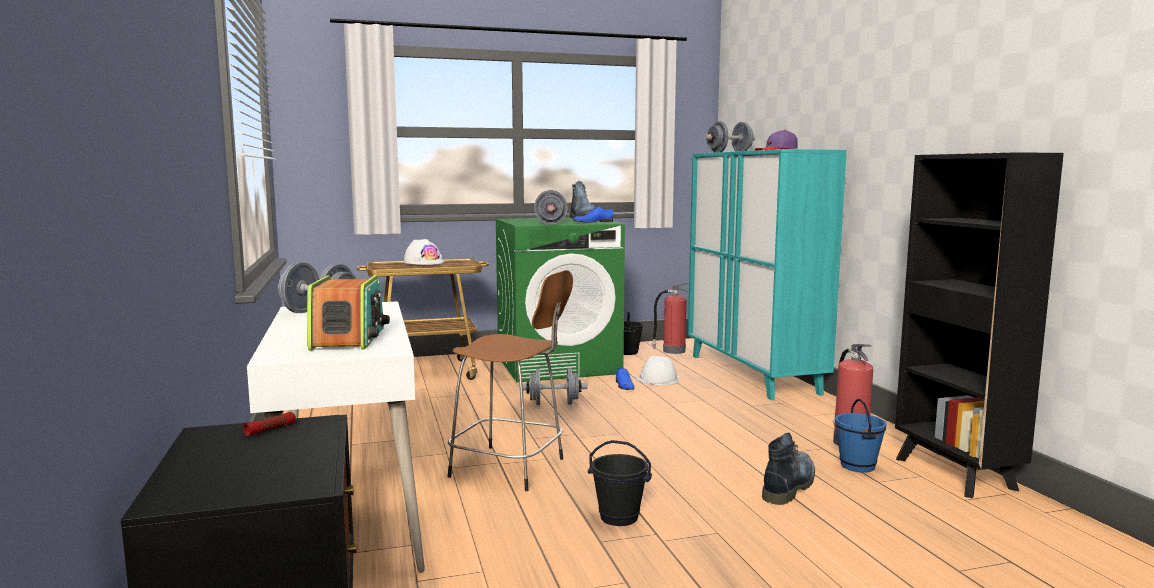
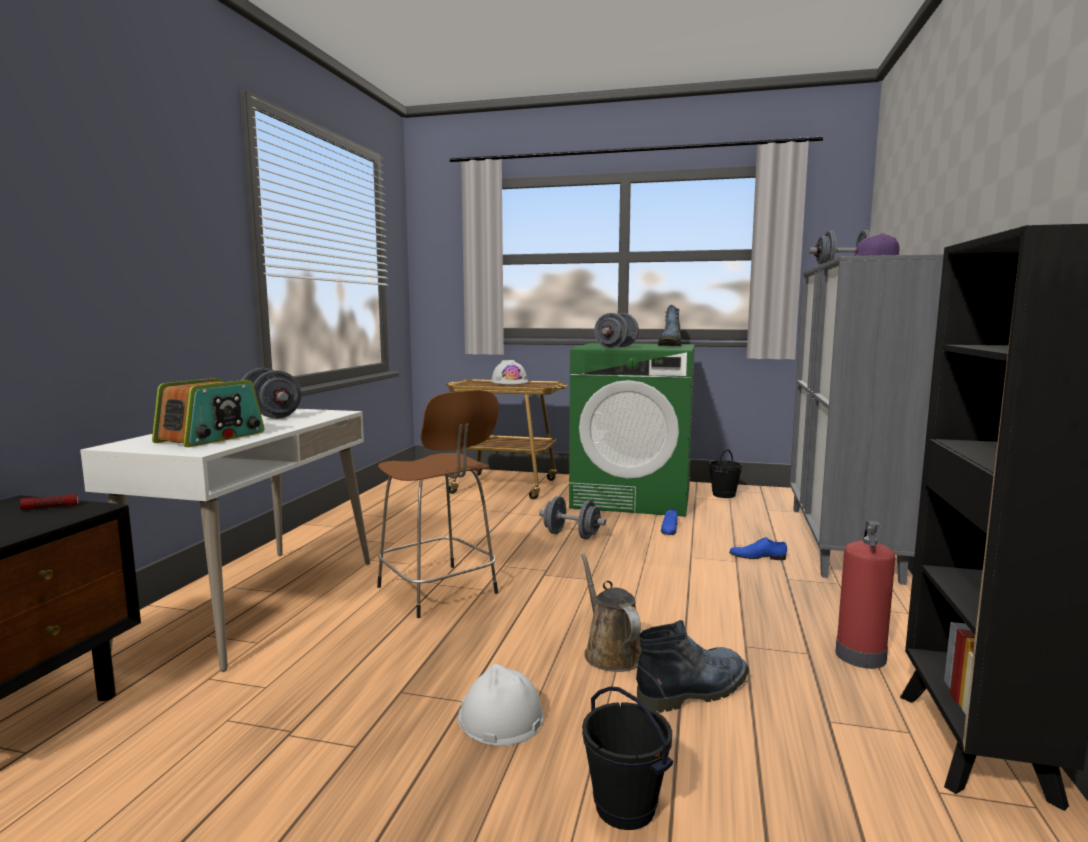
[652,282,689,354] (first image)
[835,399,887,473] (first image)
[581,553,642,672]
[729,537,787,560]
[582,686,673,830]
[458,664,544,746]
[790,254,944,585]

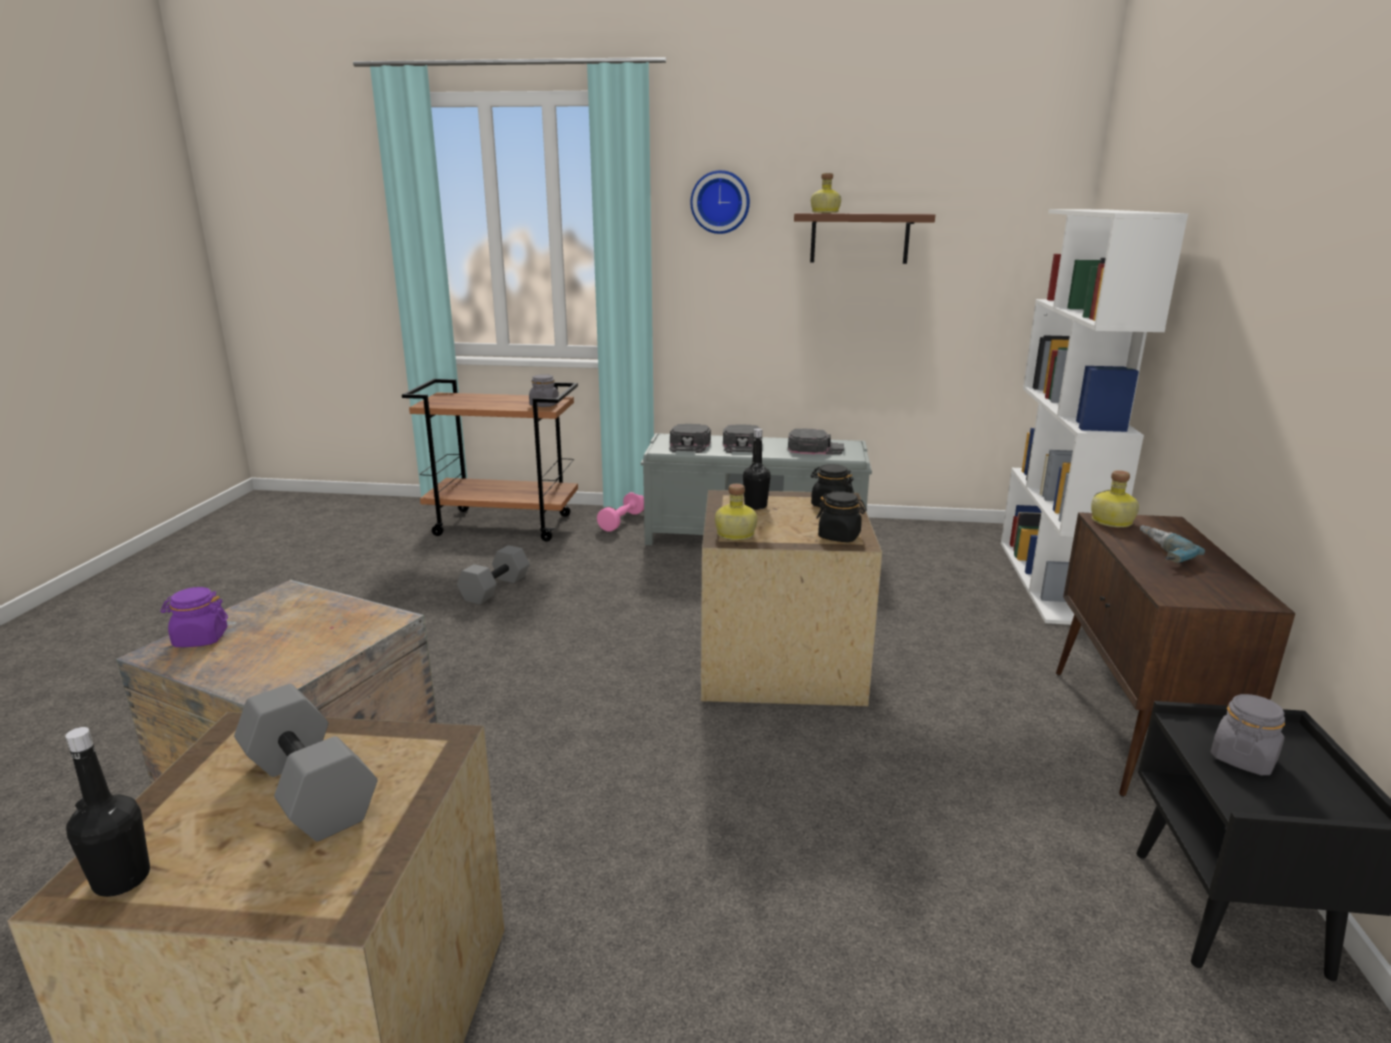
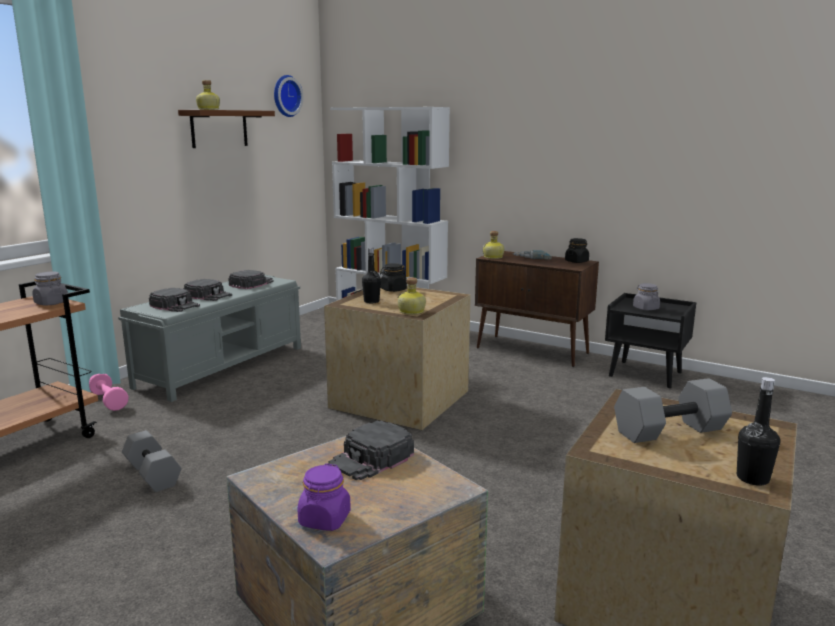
[328,421,414,480]
[274,75,303,117]
[565,238,589,263]

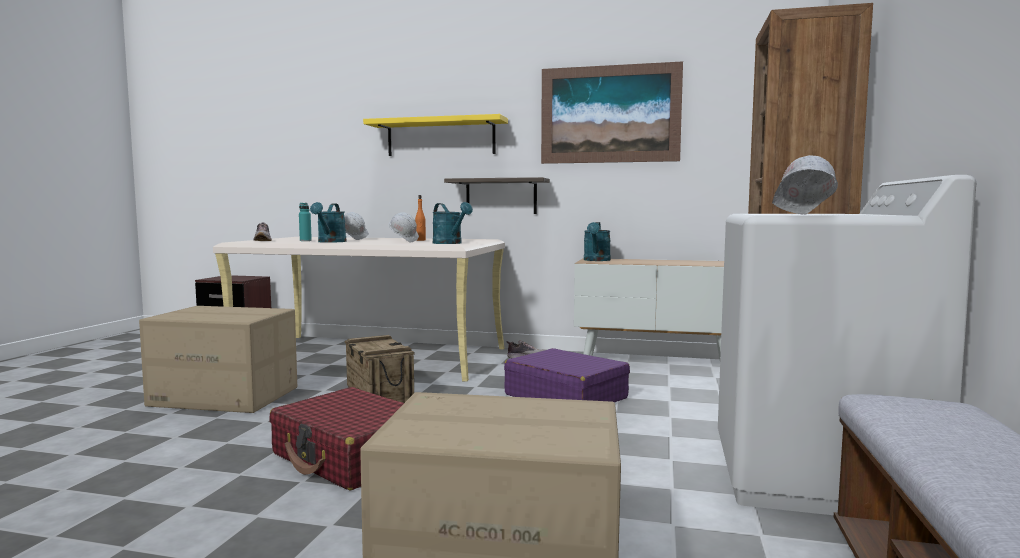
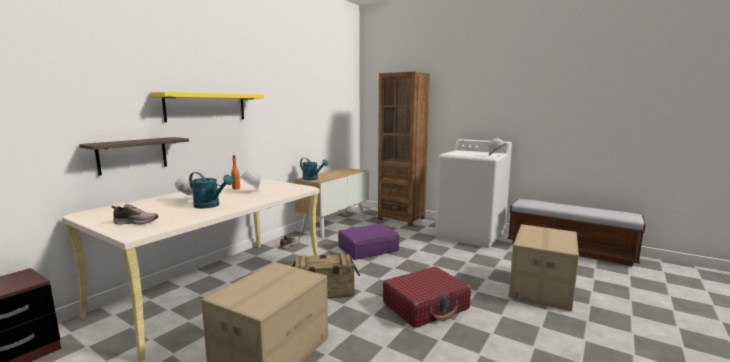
[299,203,312,241] (first image)
[433,202,473,244] (first image)
[541,61,683,164] (first image)
[79,137,189,176]

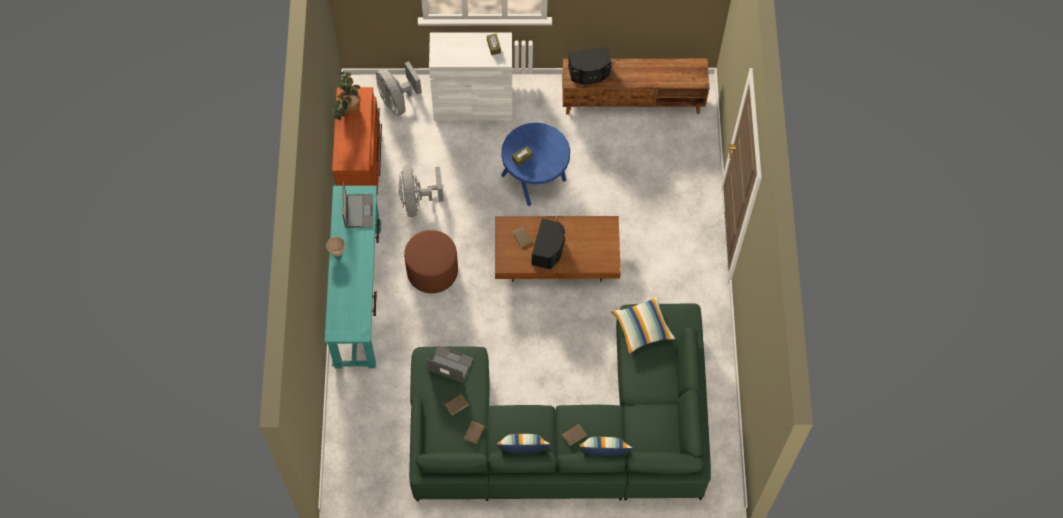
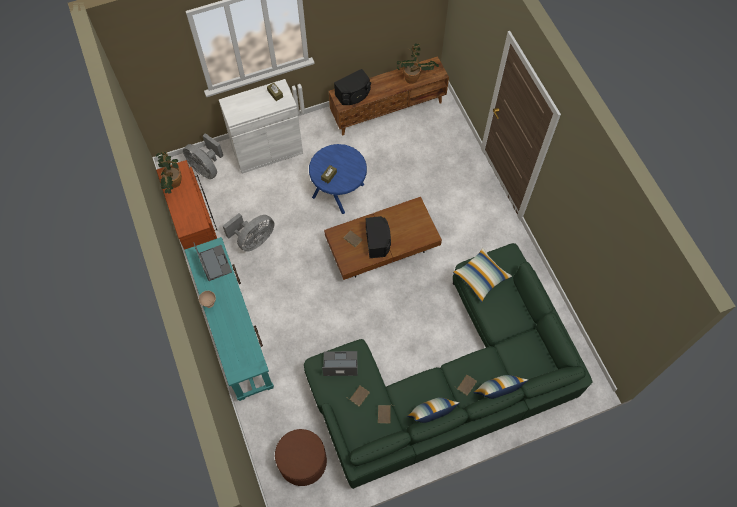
[397,43,438,84]
[275,429,327,486]
[223,213,274,252]

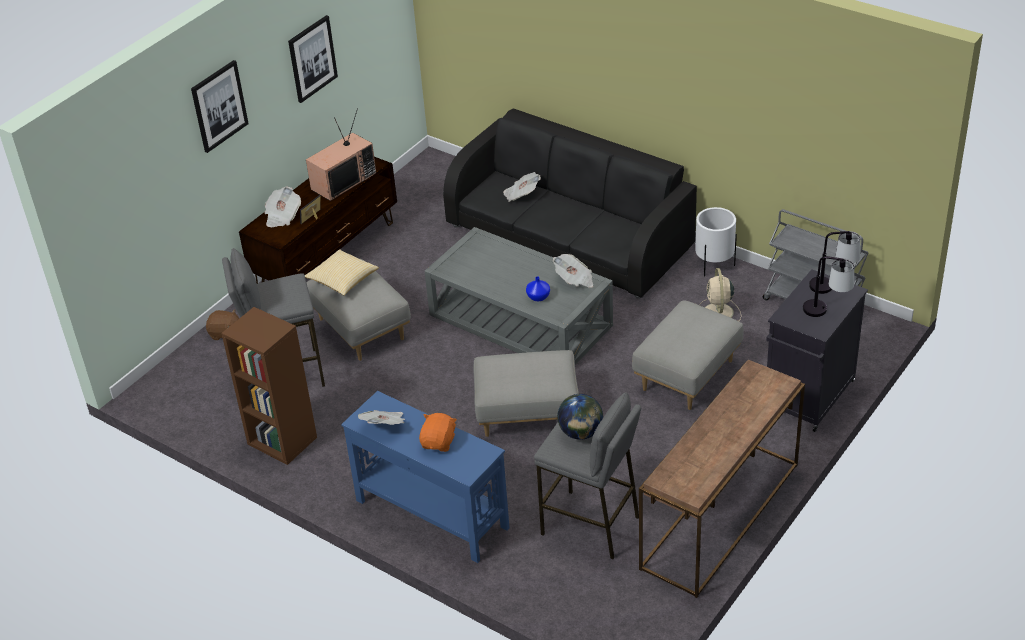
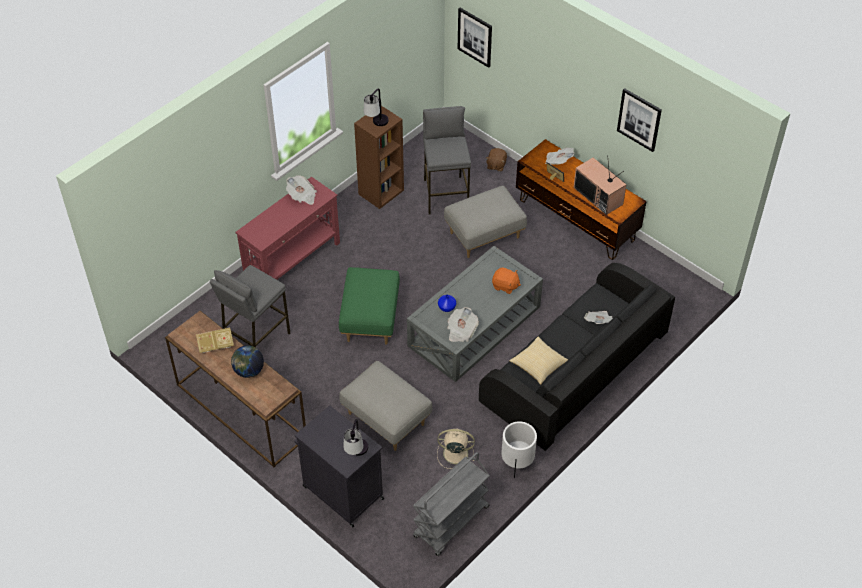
[196,328,234,353]
[458,8,492,68]
[509,337,568,385]
[492,267,521,294]
[231,345,264,378]
[363,88,389,126]
[236,177,340,280]
[339,267,400,344]

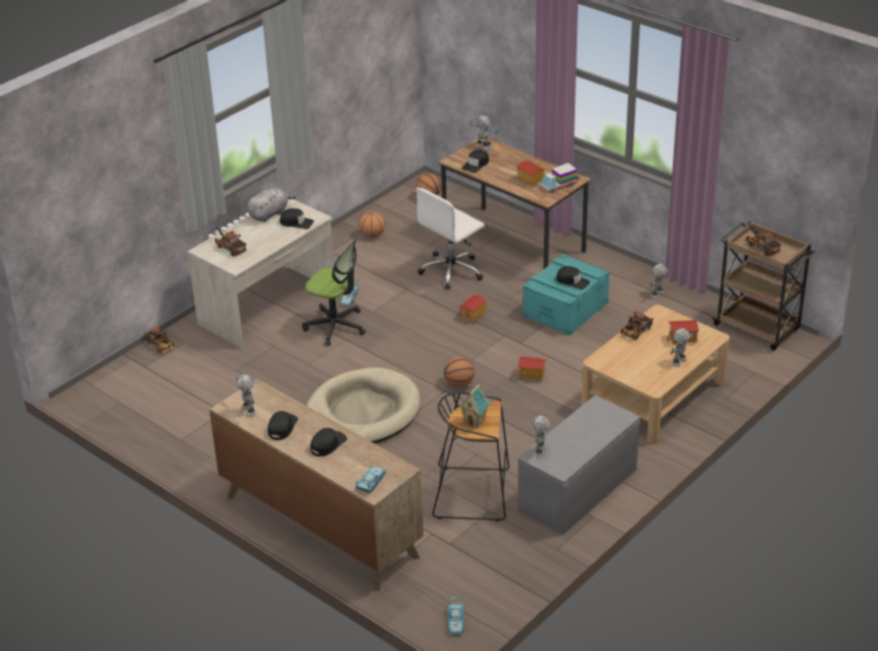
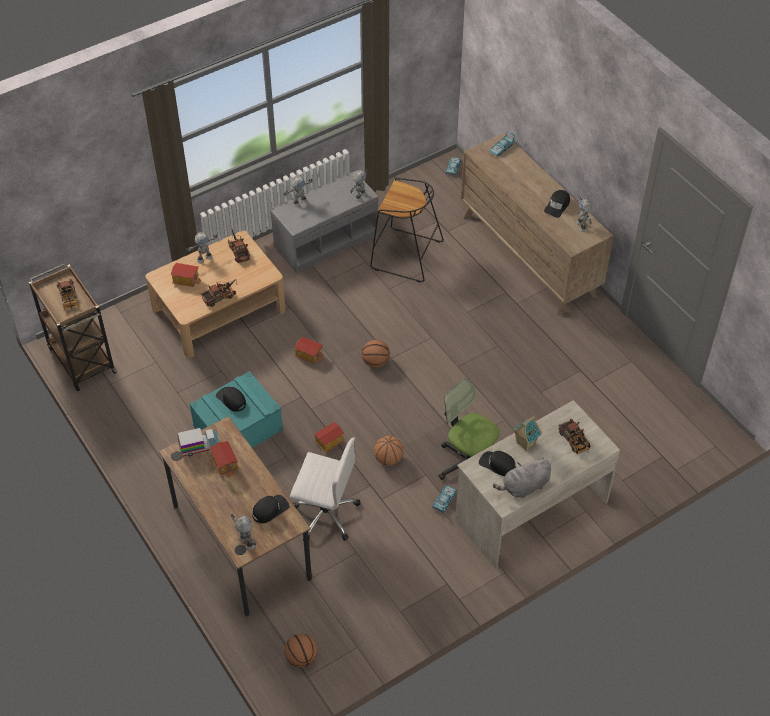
[306,367,421,444] (first image)
[311,428,347,457] (first image)
[228,230,250,263]
[374,436,403,466]
[513,416,542,451]
[283,176,313,207]
[290,437,361,541]

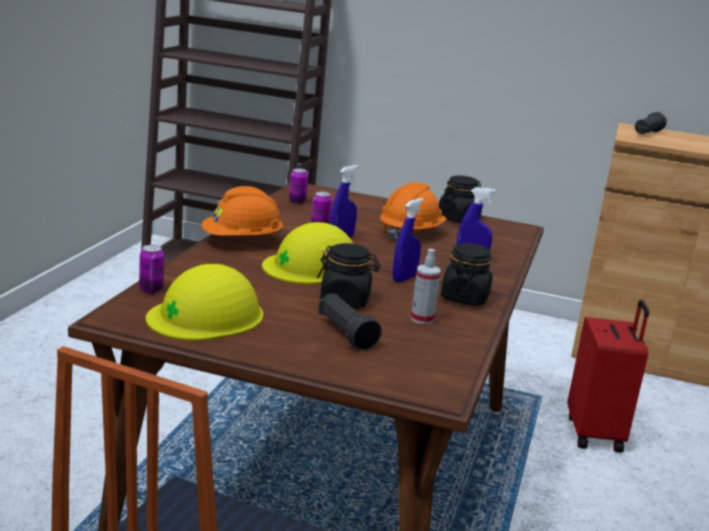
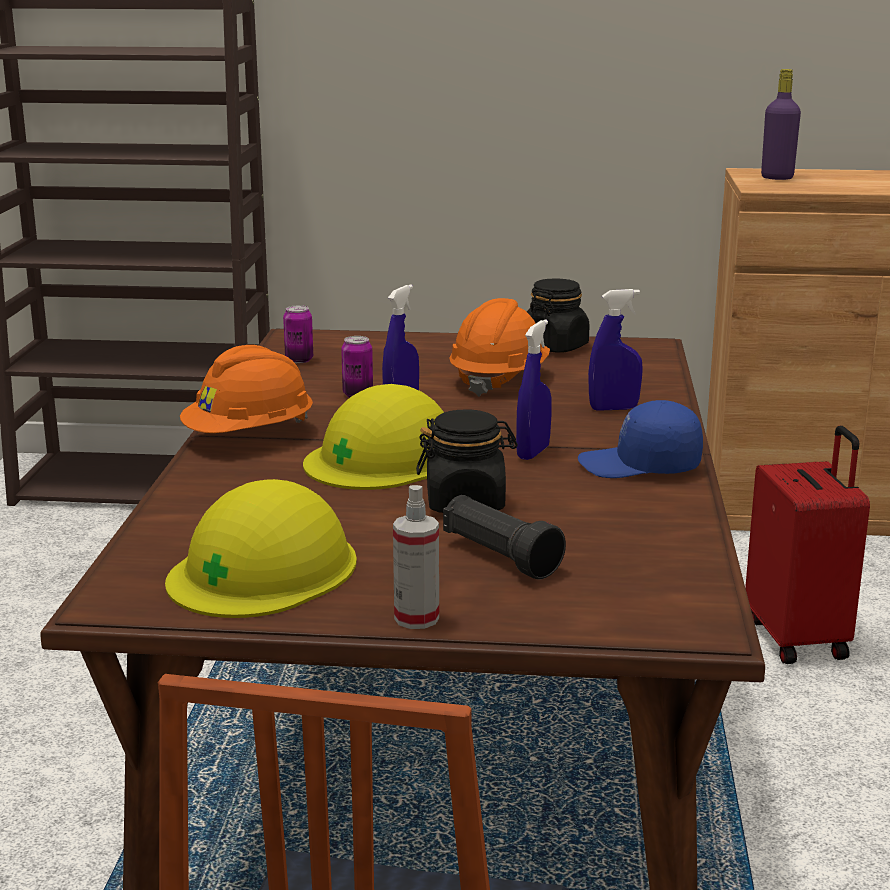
[139,245,164,293] (first image)
[393,485,439,629]
[578,400,703,478]
[761,69,801,180]

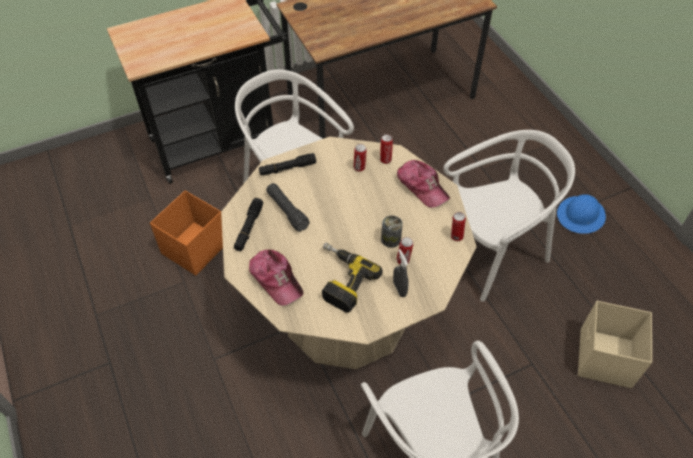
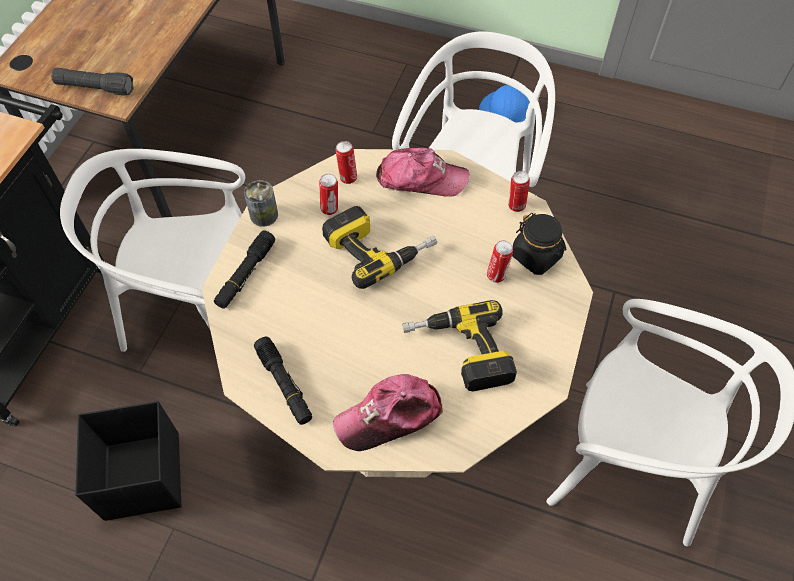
[393,249,409,297] (first image)
[578,301,652,388] (first image)
[322,206,437,289]
[512,213,566,275]
[51,68,133,96]
[244,180,278,227]
[75,401,182,521]
[333,374,443,451]

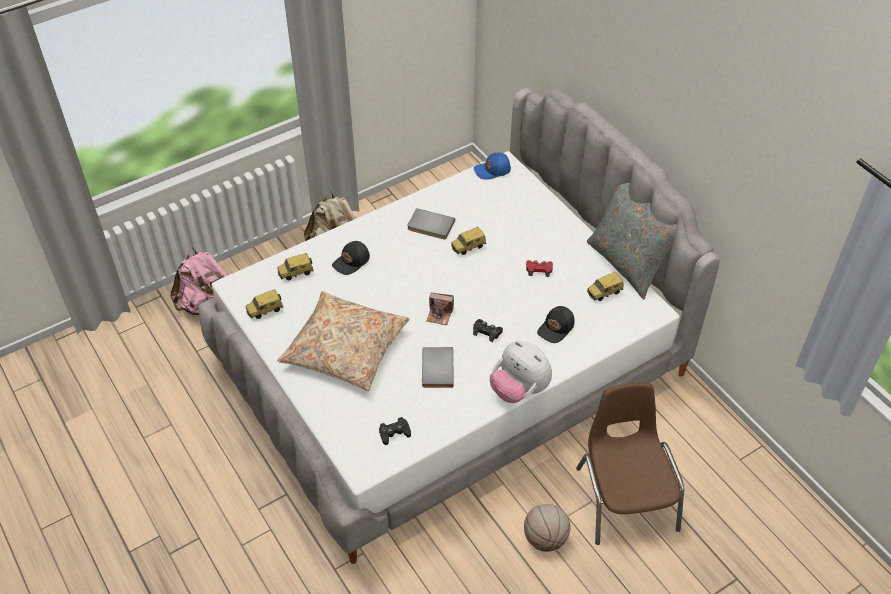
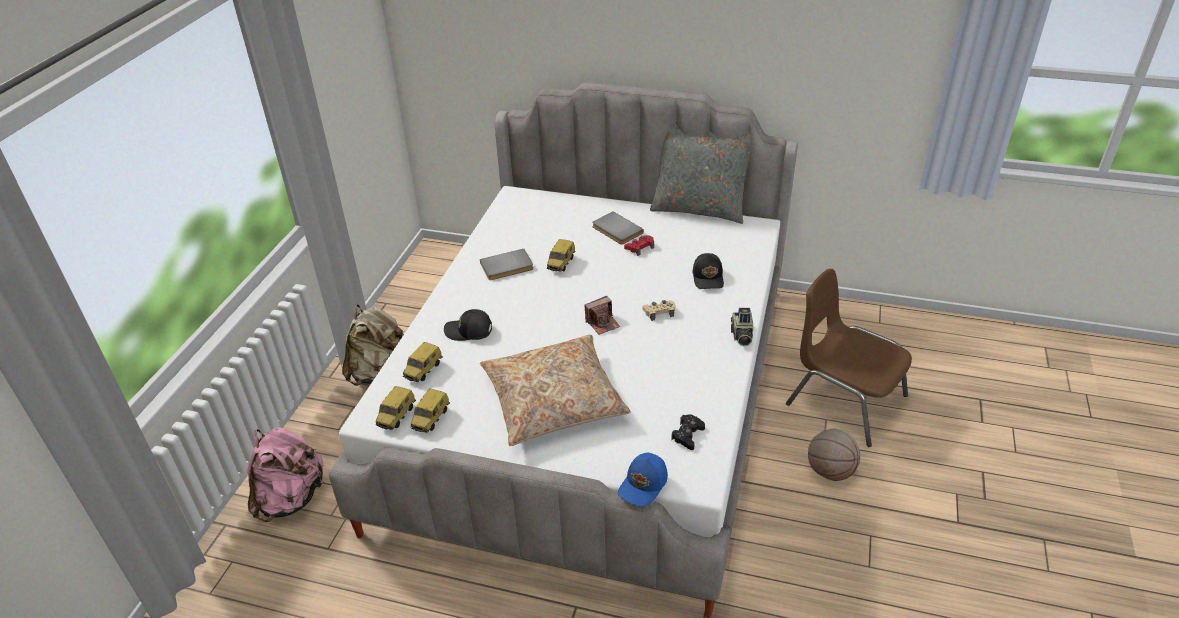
[592,211,644,245]
[618,453,668,507]
[375,386,416,430]
[731,308,754,346]
[643,300,675,321]
[444,309,492,341]

